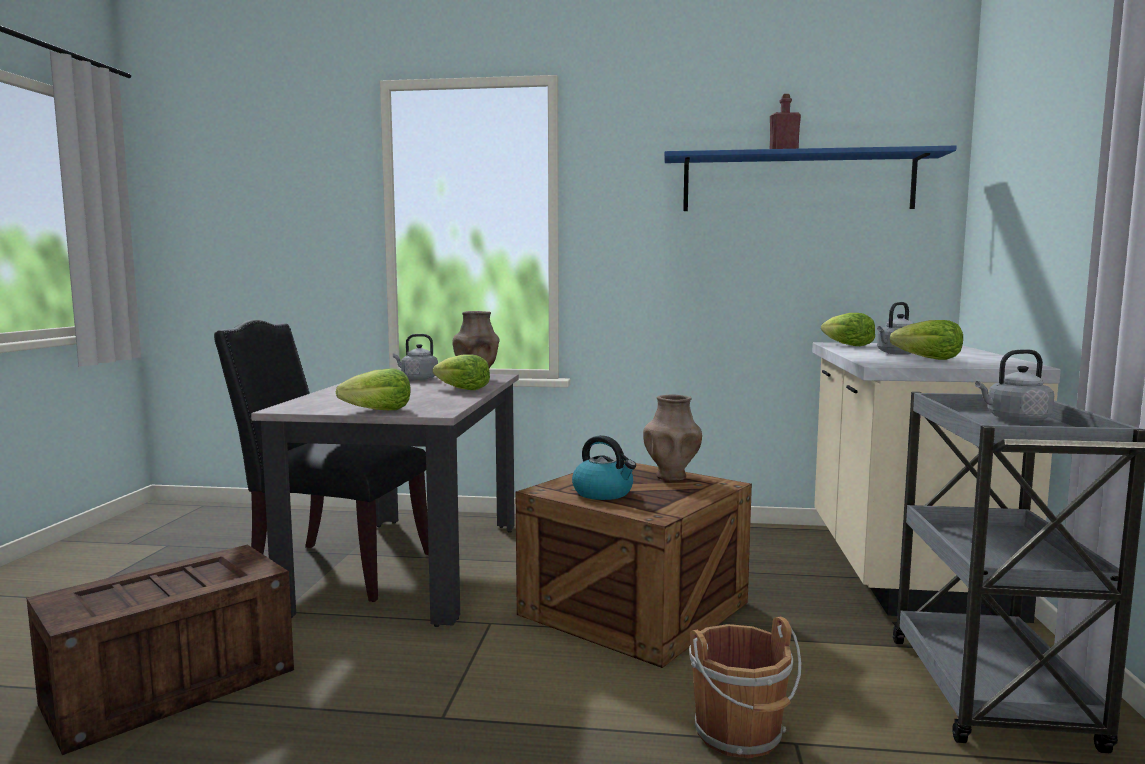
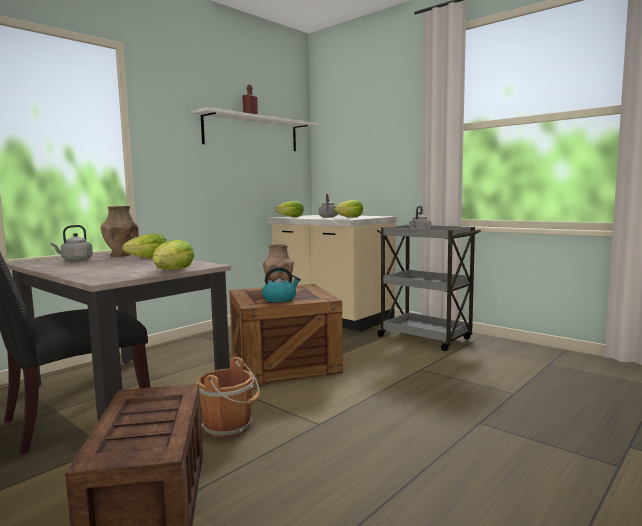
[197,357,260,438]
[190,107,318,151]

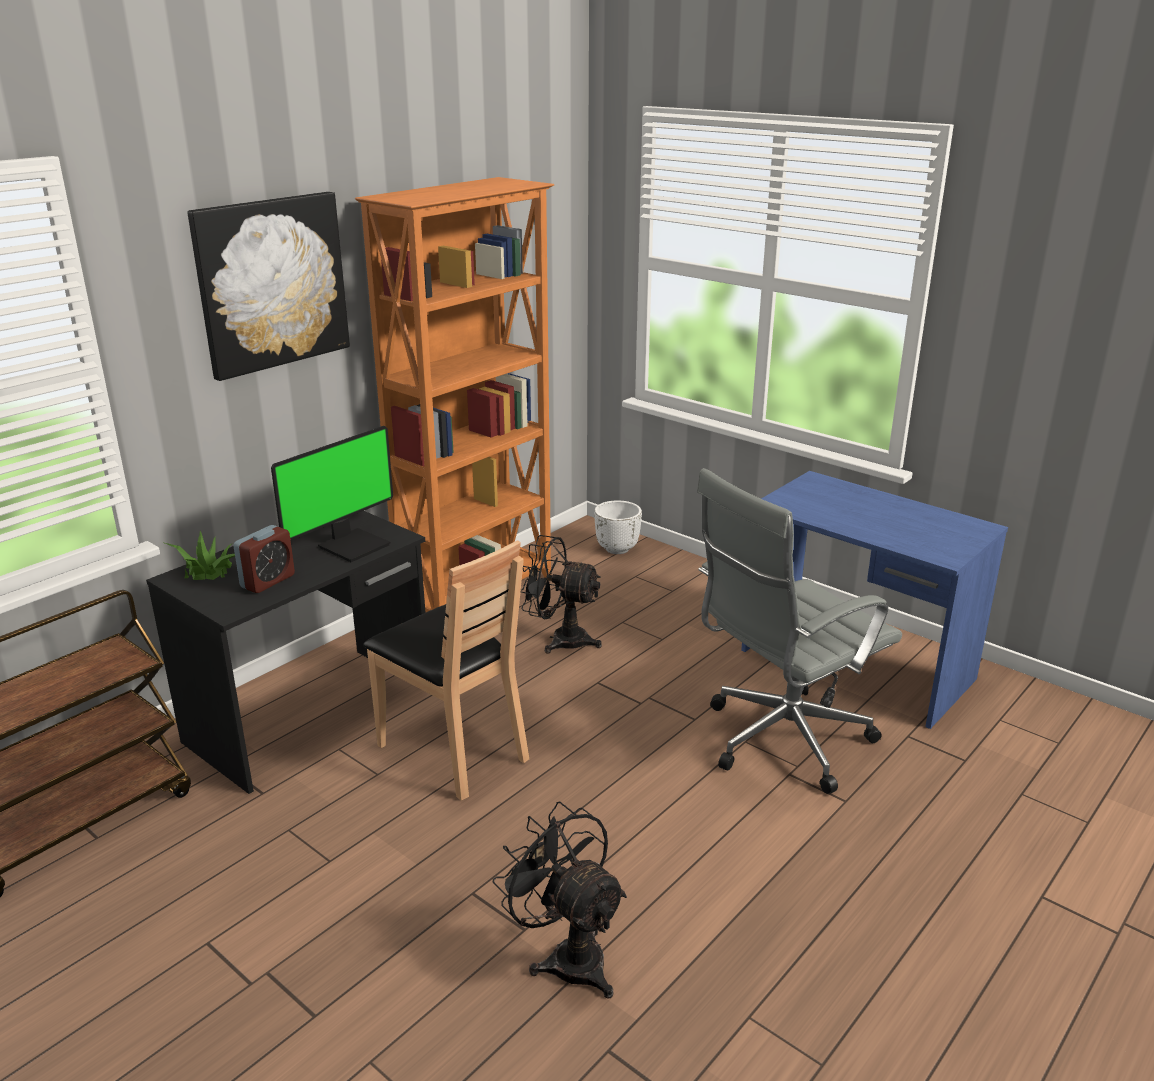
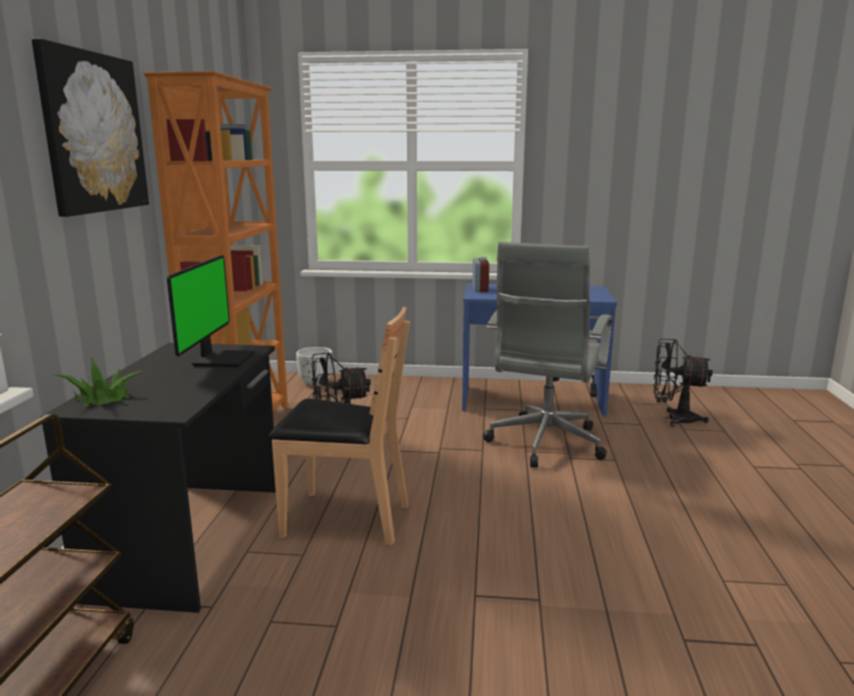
[472,257,489,292]
[654,339,713,427]

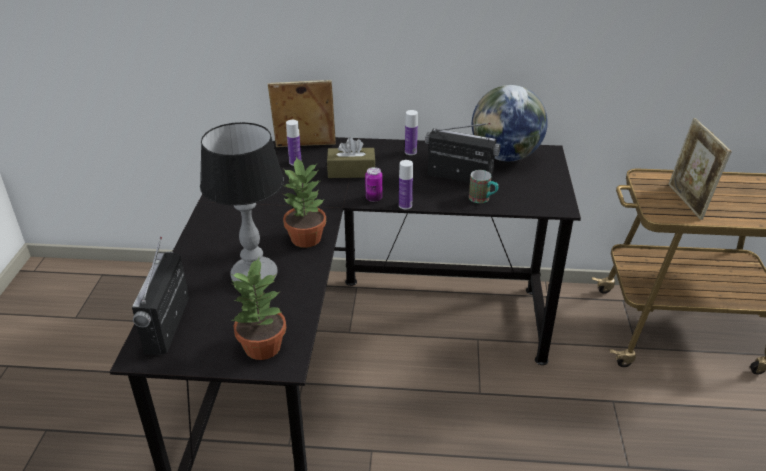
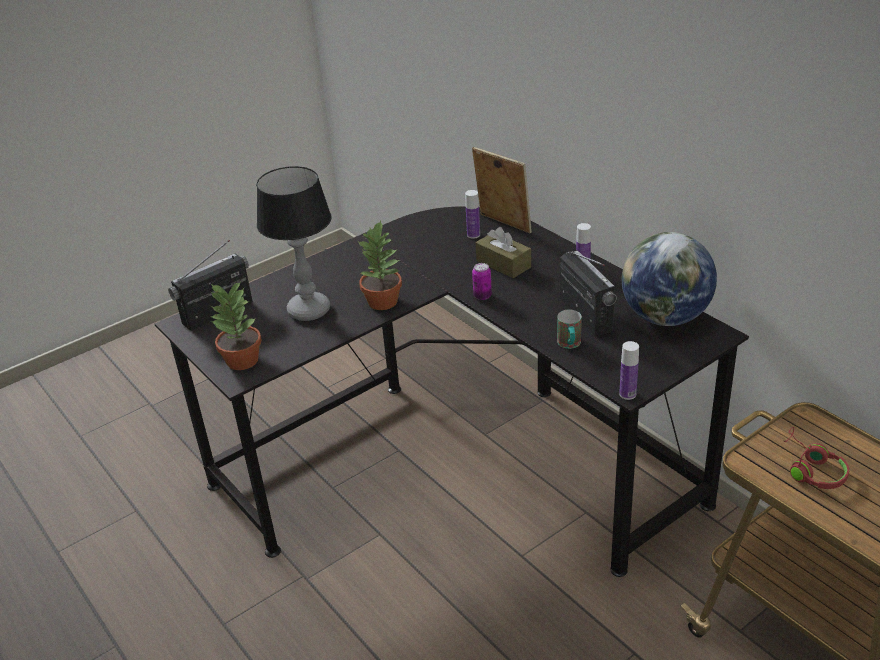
[619,341,639,400]
[783,427,850,489]

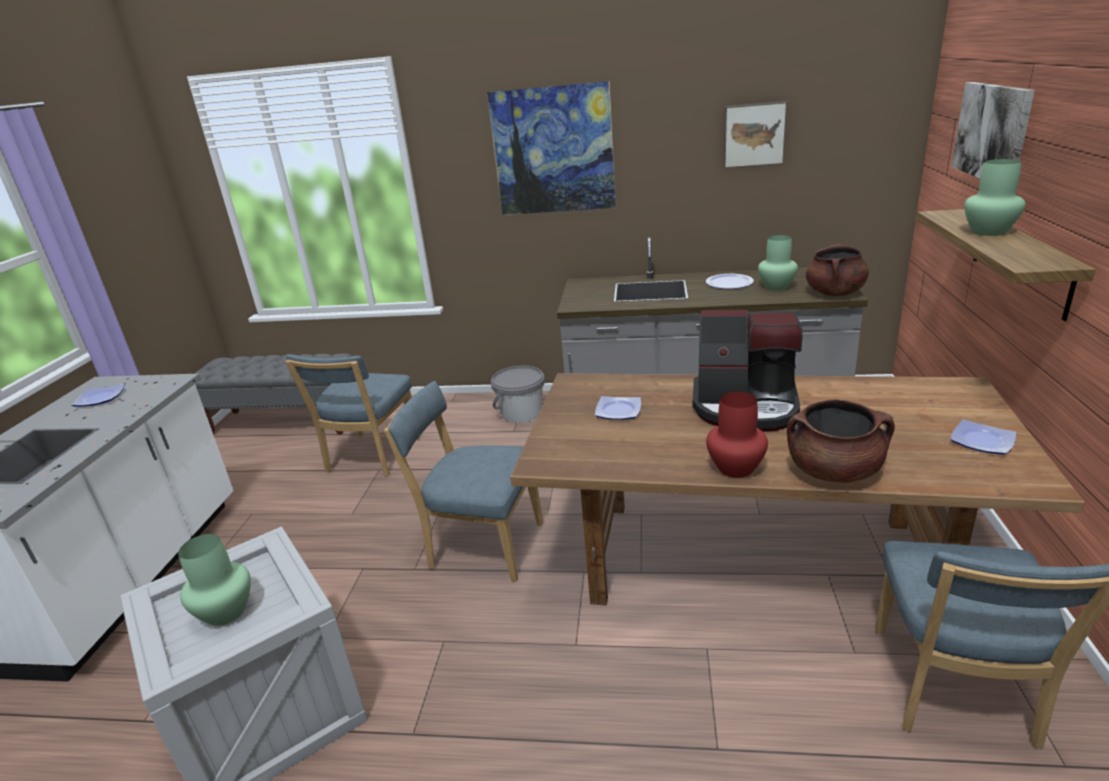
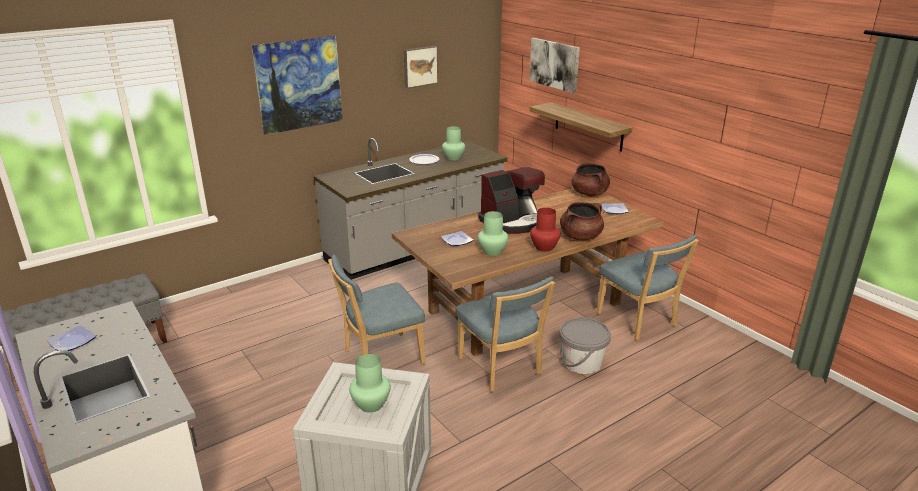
[455,276,555,392]
[559,318,611,374]
[571,162,610,196]
[478,211,508,256]

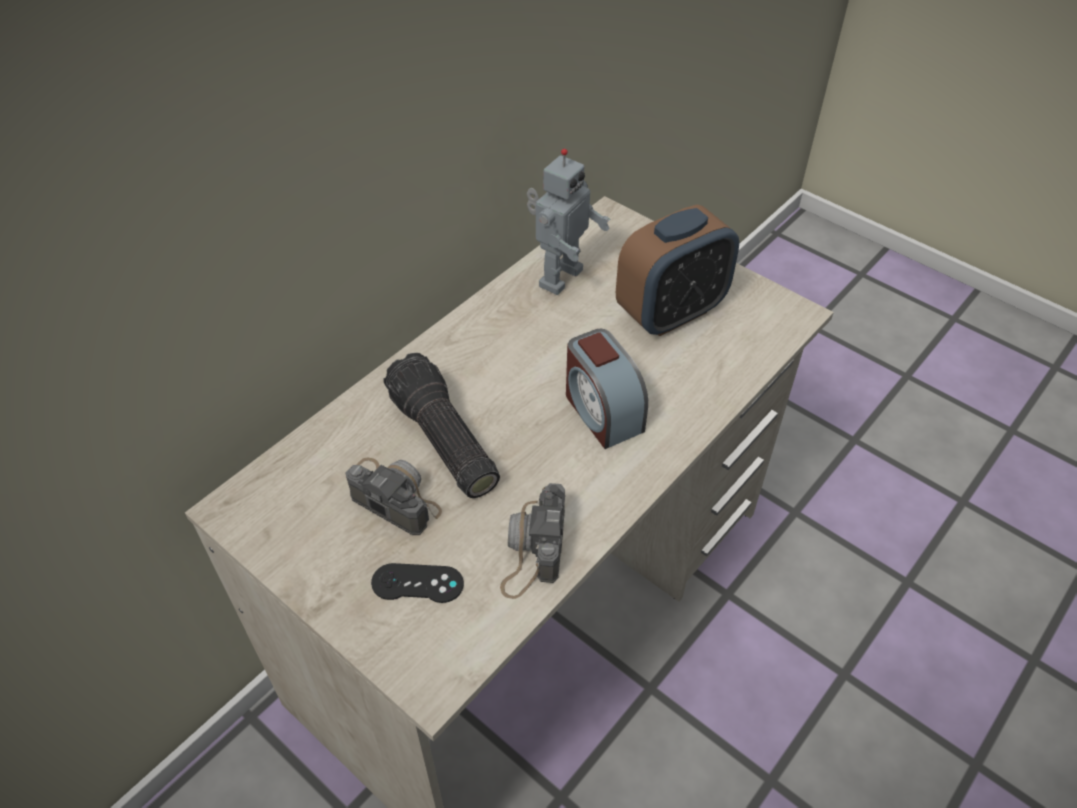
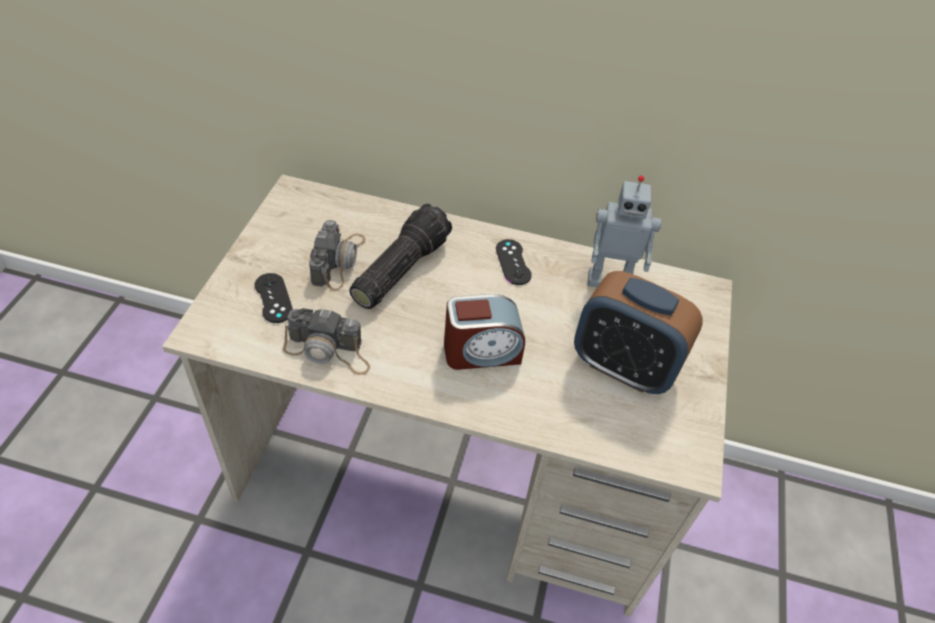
[496,239,532,285]
[283,308,370,375]
[444,294,525,370]

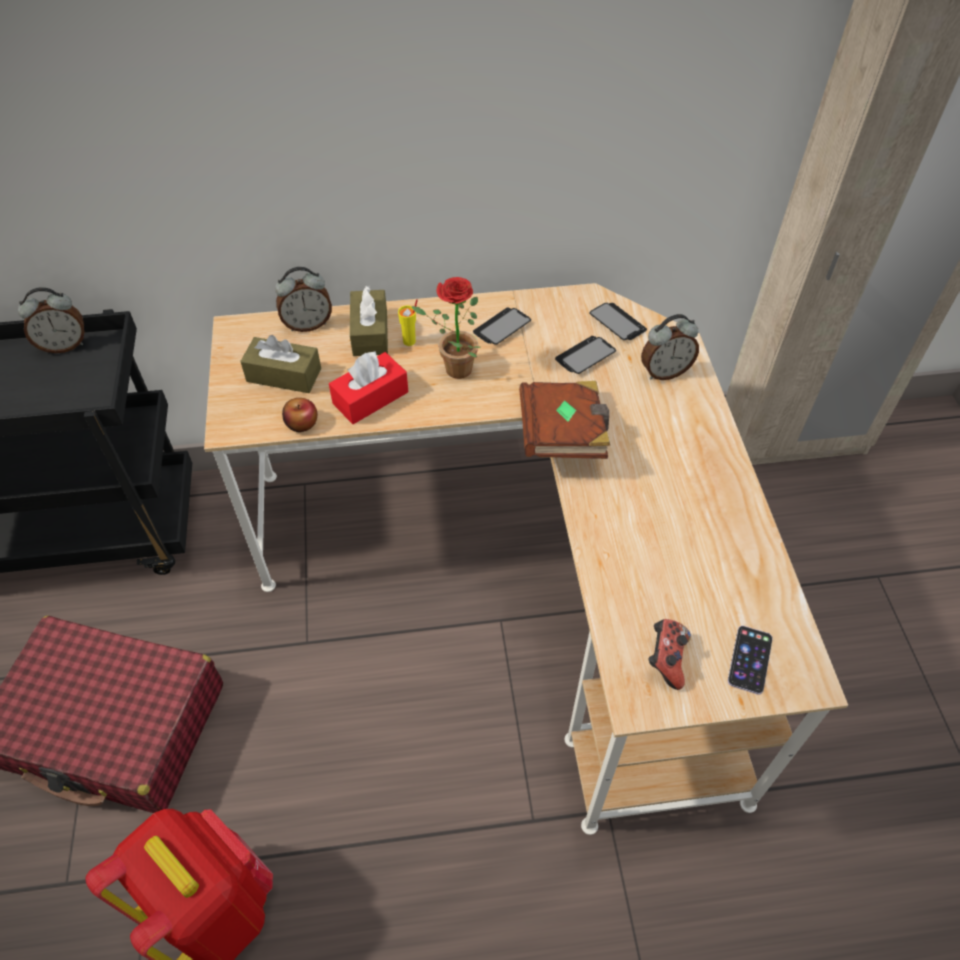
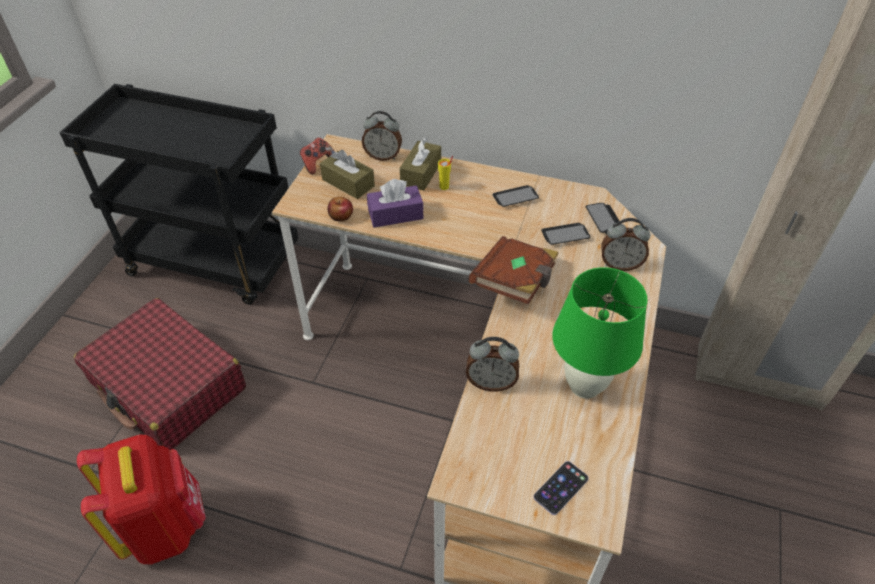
[411,277,481,379] (first image)
[552,267,648,399]
[466,337,519,391]
[300,138,335,174]
[367,179,423,228]

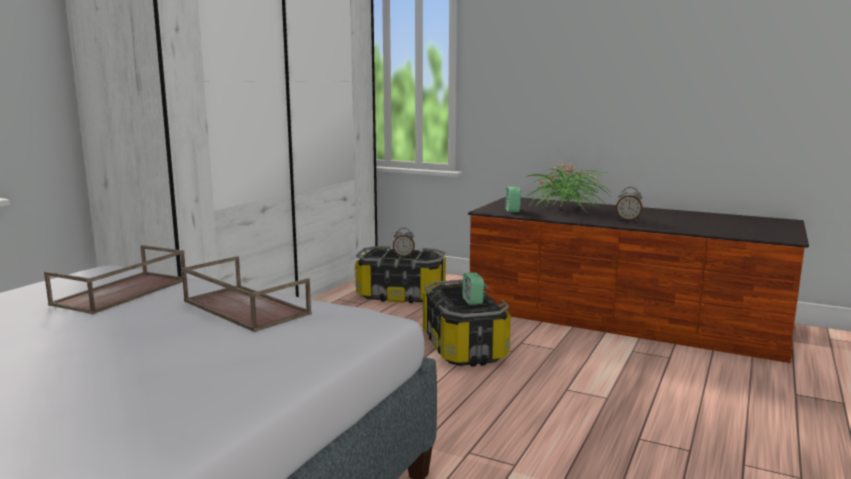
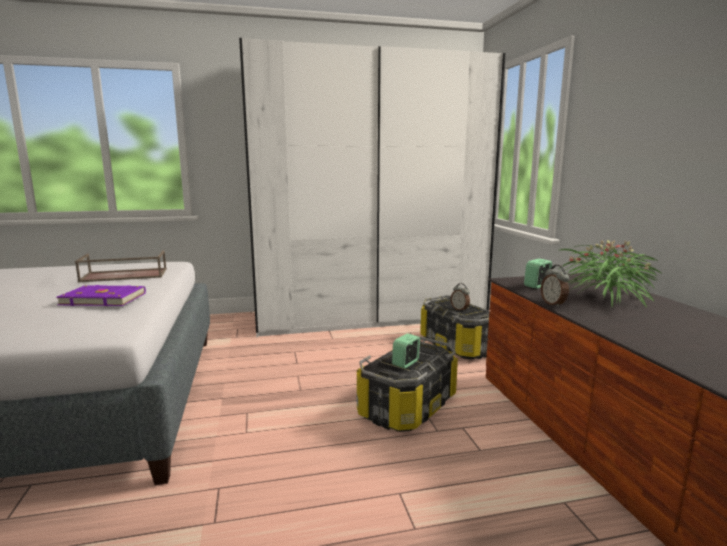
[541,265,569,307]
[56,285,146,306]

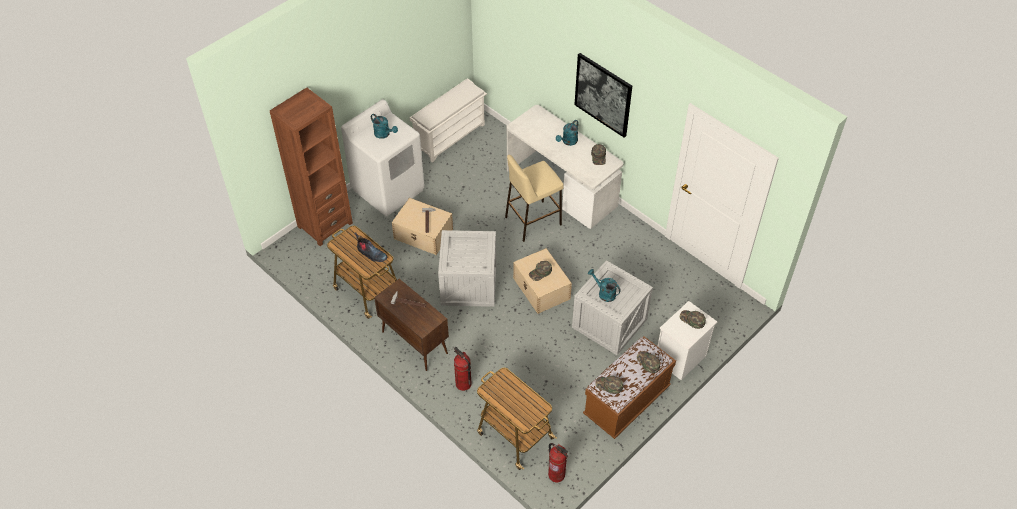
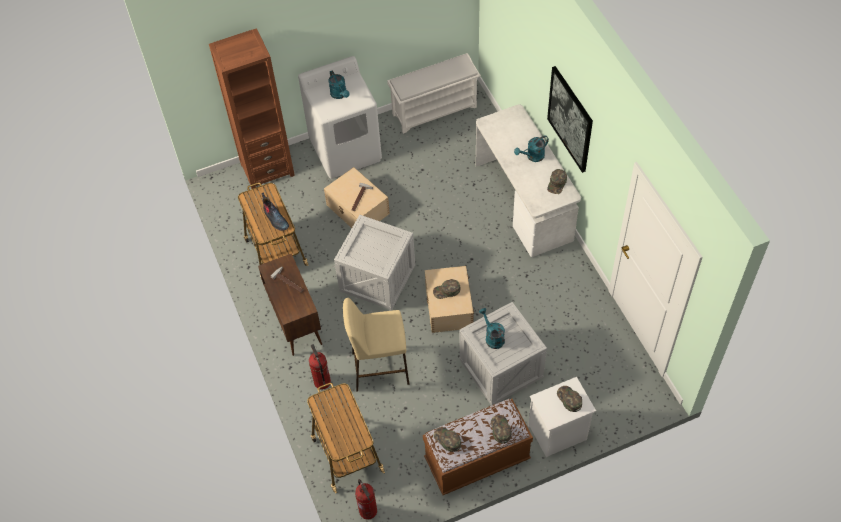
[343,298,410,392]

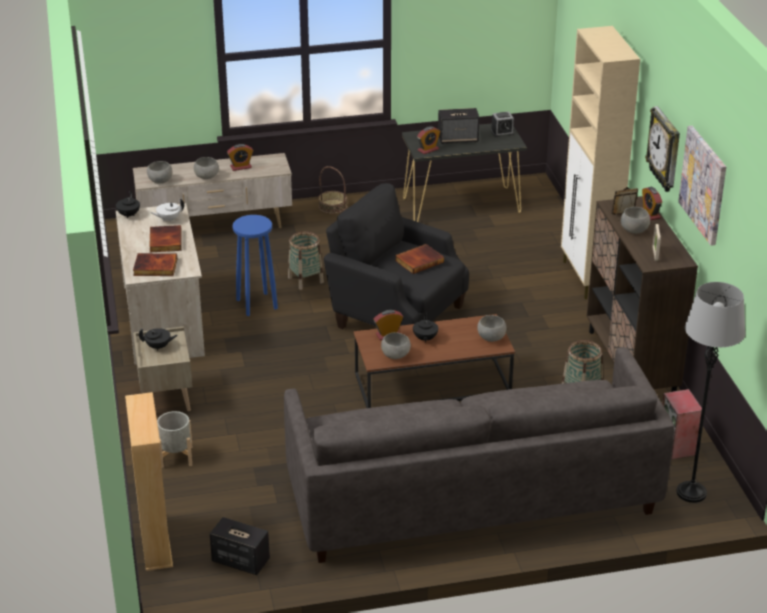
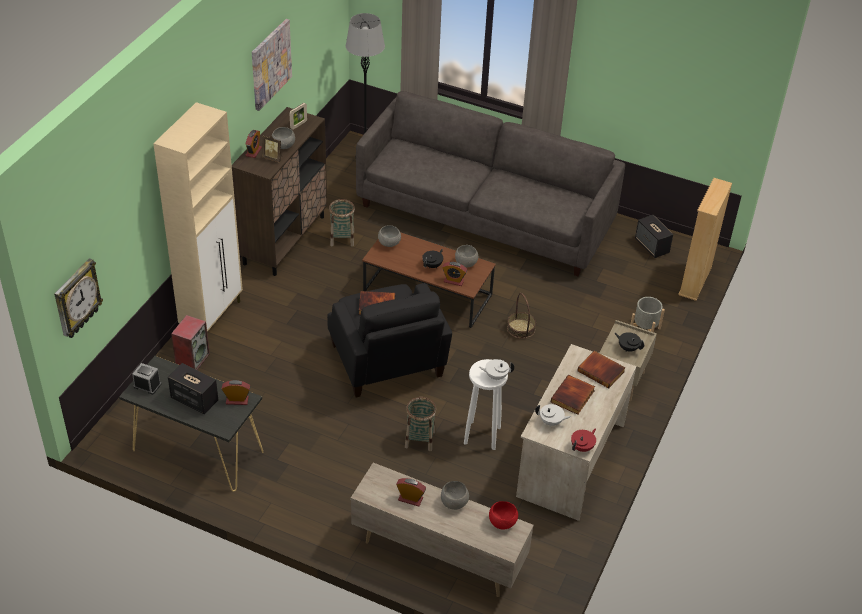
[479,359,514,380]
[507,293,536,339]
[54,258,103,338]
[171,315,210,370]
[571,428,596,452]
[489,501,518,529]
[464,359,508,450]

